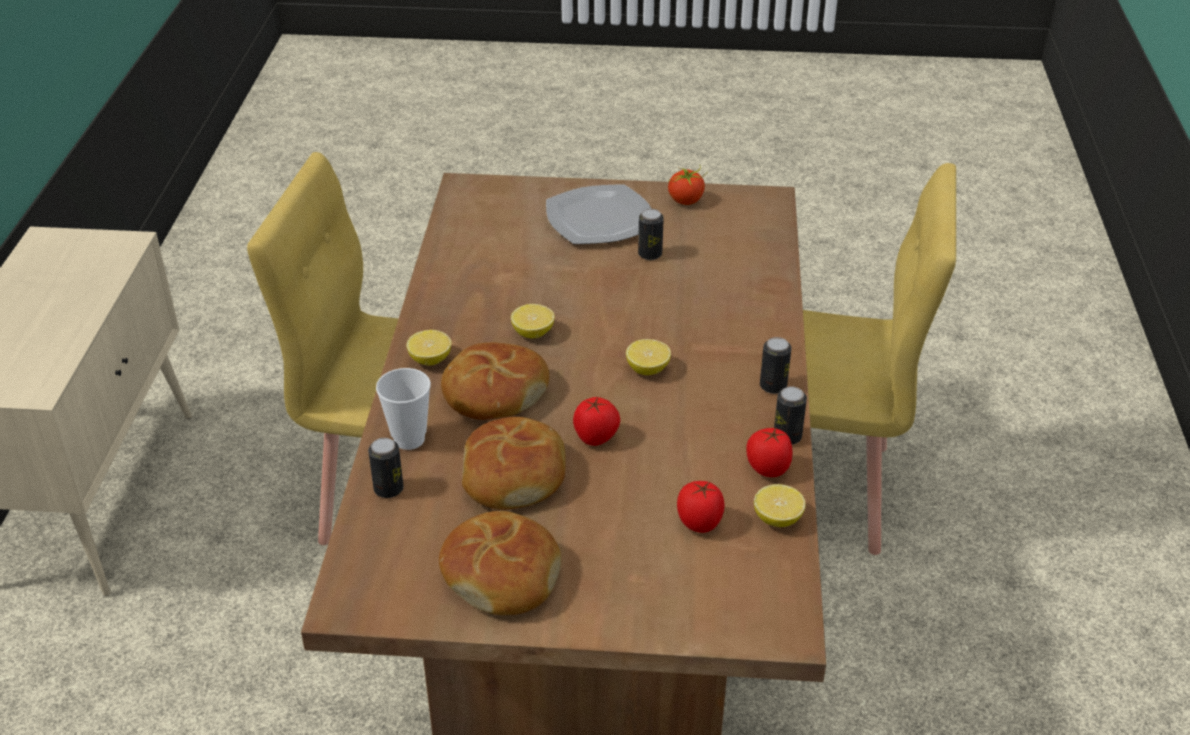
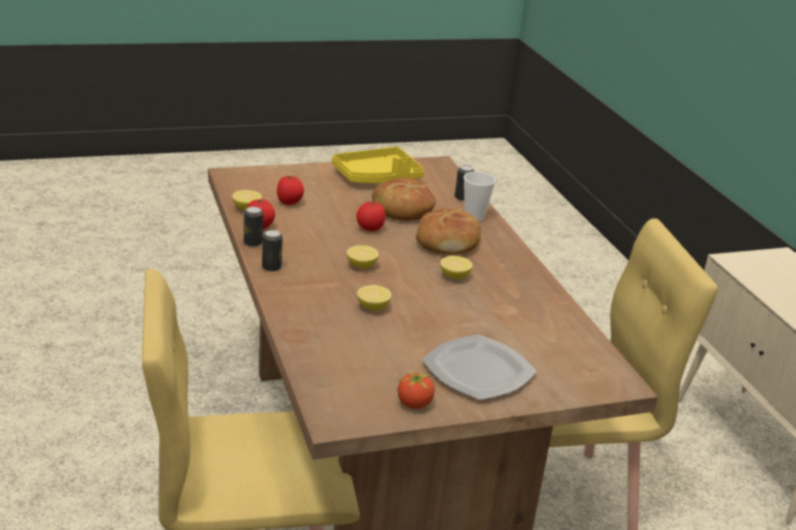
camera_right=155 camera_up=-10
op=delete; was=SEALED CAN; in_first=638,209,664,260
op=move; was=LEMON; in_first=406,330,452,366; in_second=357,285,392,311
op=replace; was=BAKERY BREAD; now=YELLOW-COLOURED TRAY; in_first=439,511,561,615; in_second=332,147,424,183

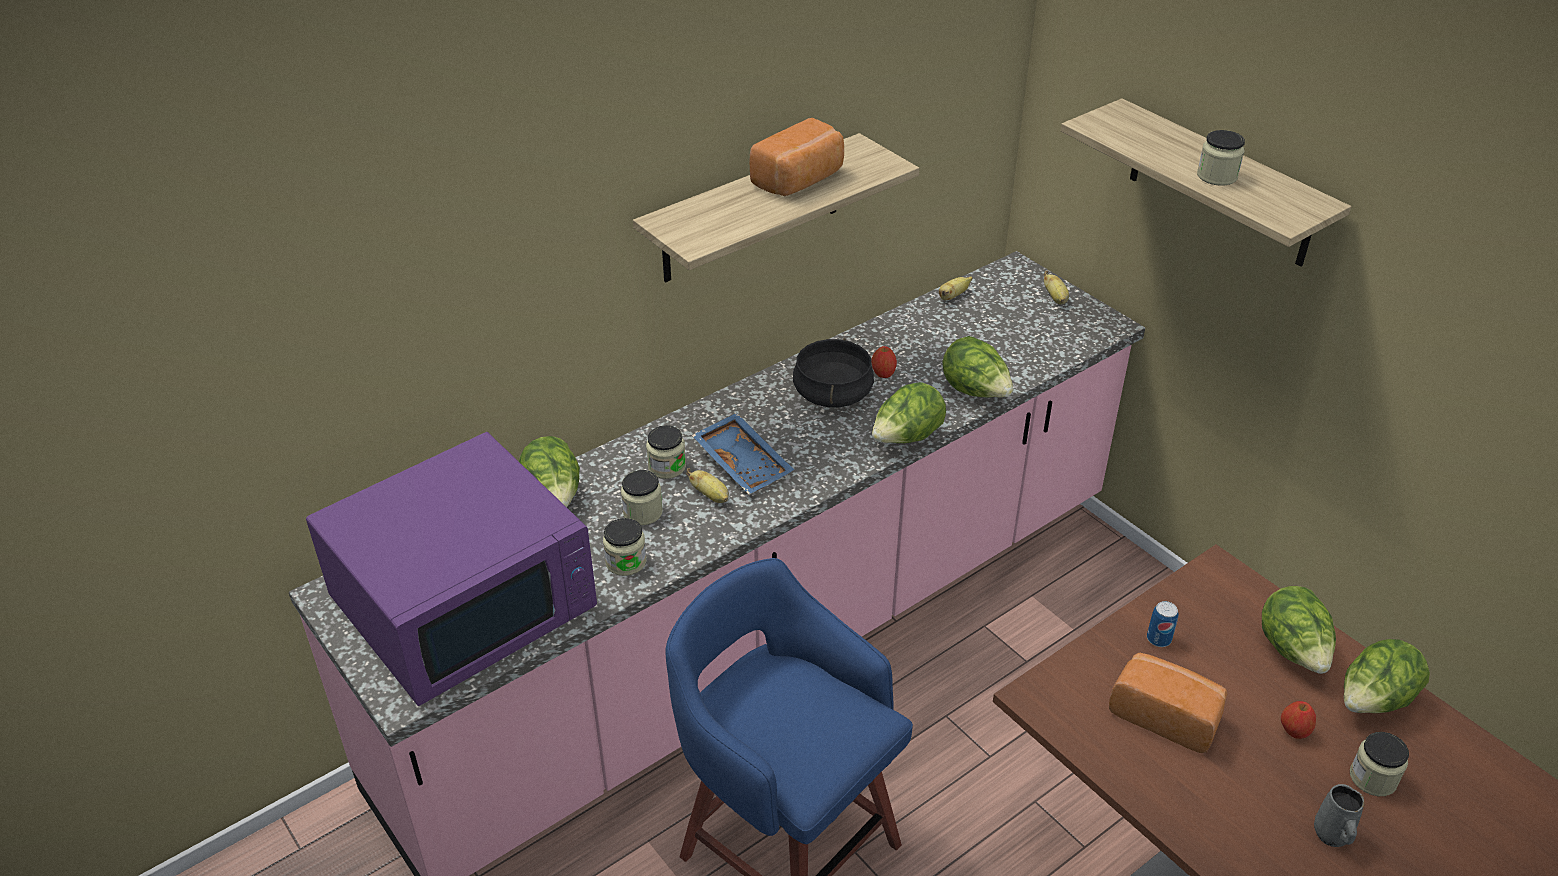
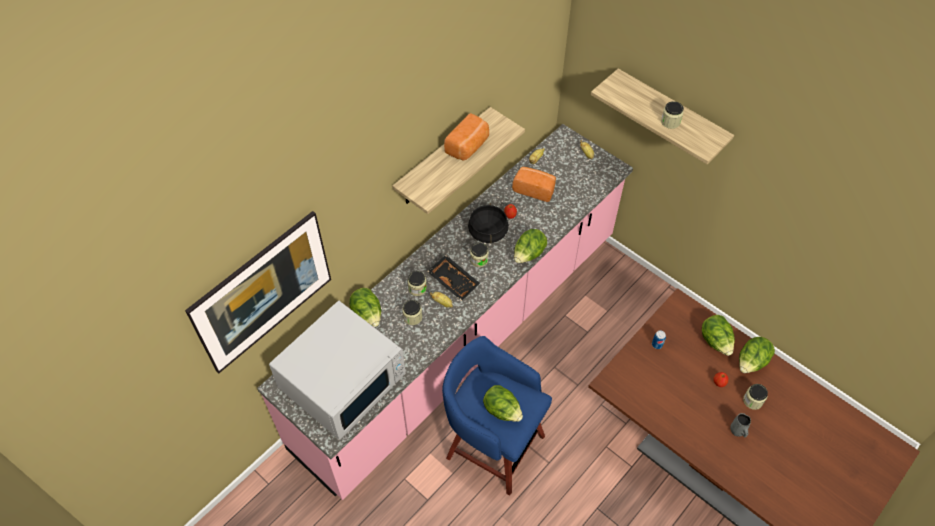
camera_right=-10 camera_up=15
op=move; was=HEAD OF LETTUCE; in_first=942,336,1013,398; in_second=483,385,523,422
op=recolor; was=BLUE TRAY; now=BLACK-COLOURED TRAY; in_first=692,413,794,494; in_second=427,255,480,301
op=recolor; was=PURPLISH MICROWAVE; now=WHITE MICROWAVE; in_first=306,432,597,706; in_second=269,301,406,440
op=move; was=PRESERVE JAR; in_first=603,518,647,576; in_second=470,243,489,267
op=move; was=BAKERY BREAD; in_first=1109,653,1228,753; in_second=512,167,556,202
op=insert; now=PICTURE; in_second=185,211,331,373

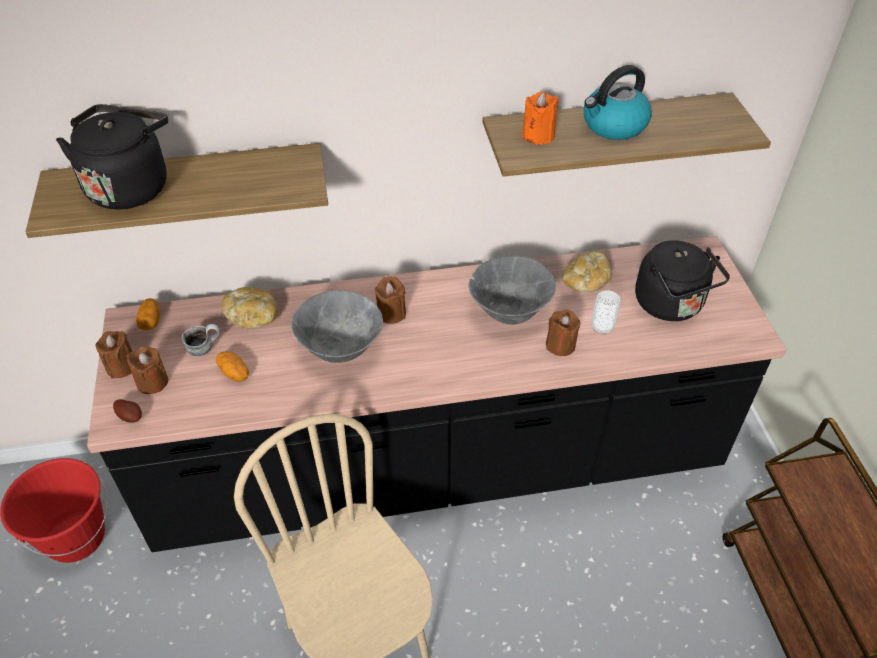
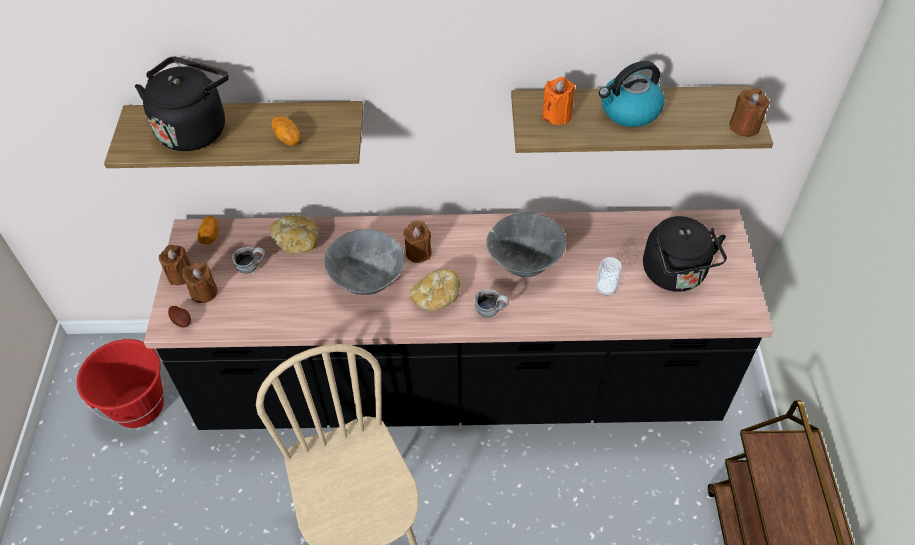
camera_right=10 camera_up=5
op=move; was=BAKERY BREAD; in_first=563,250,612,292; in_second=410,269,460,311
op=move; was=BROWN-COLOURED WAX CANDLE; in_first=546,310,581,356; in_second=729,89,770,137
op=move; was=WHOLE POTATO; in_first=216,351,249,382; in_second=271,116,301,146
op=insert; now=COFFEE MUG; in_second=475,289,509,317

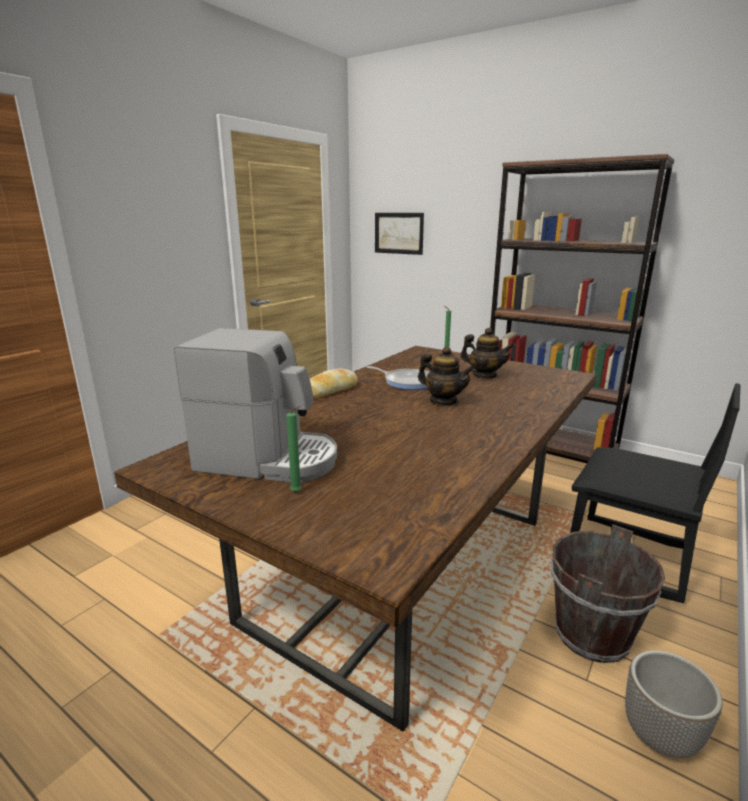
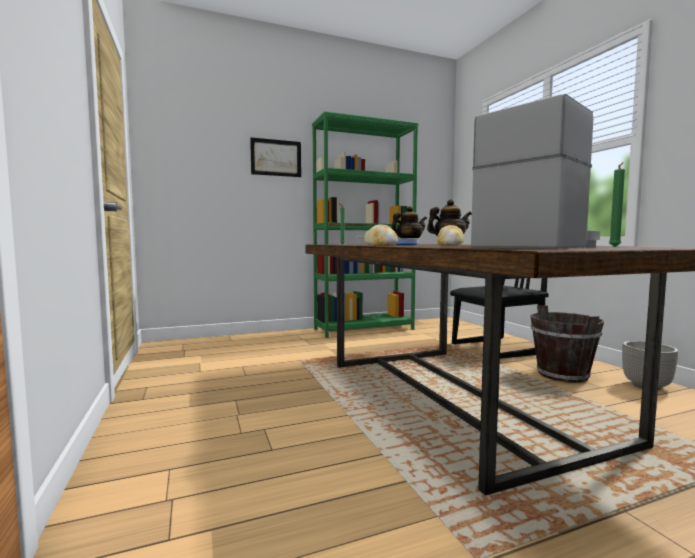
camera_right=-55 camera_up=-15
op=recolor; was=BROWN-COLOURED BOOKCASE; now=GREEN BOOKCASE; in_first=490,154,675,463; in_second=312,111,418,338
op=move; was=PICTURE; in_first=375,213,424,255; in_second=250,137,301,177
op=insert; now=BAKERY BREAD; in_second=437,225,464,246

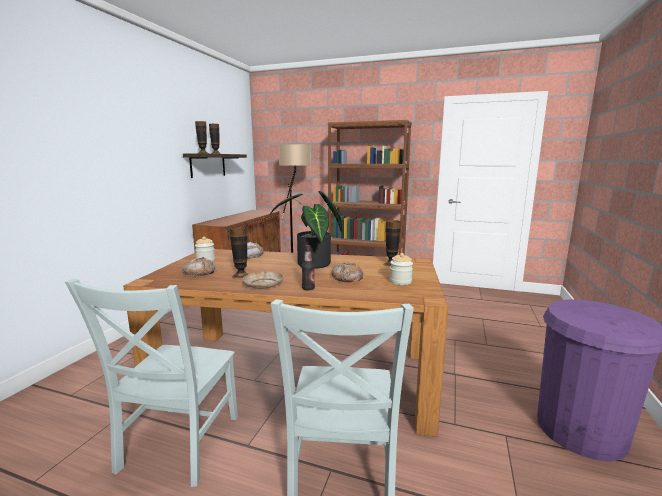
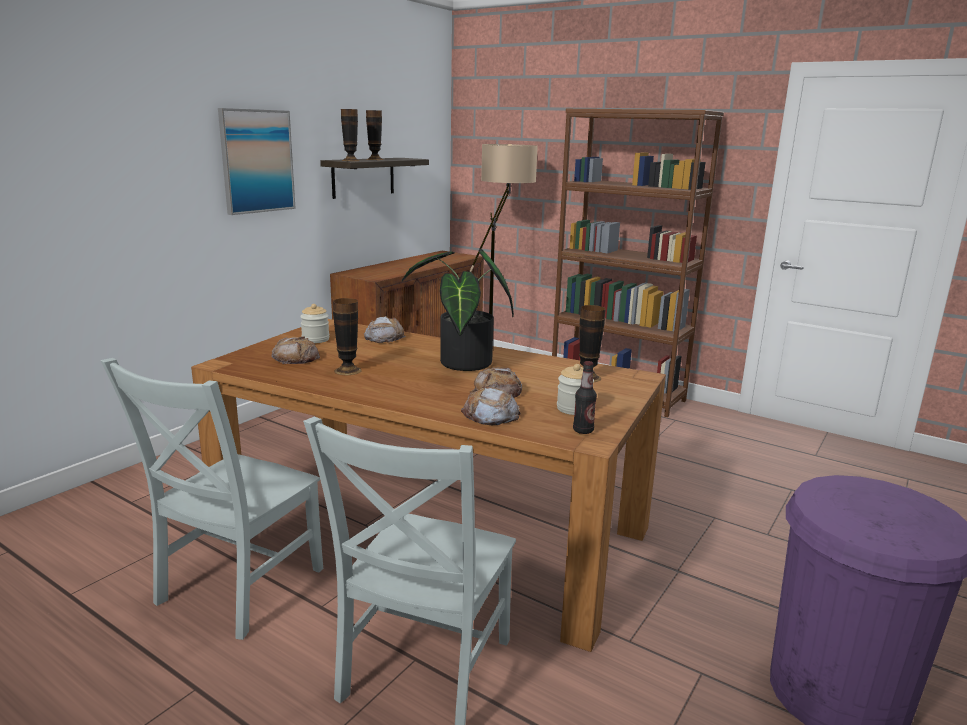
camera_right=15 camera_up=5
op=move; was=BEVERAGE BOTTLE; in_first=302,245,315,290; in_second=573,361,597,434
op=delete; was=BEIGE-COLOURED FLAT DISH; in_first=242,271,284,289
op=insert; now=PICTURE; in_second=218,108,296,215
op=insert; now=BAKERY BREAD; in_second=461,386,521,425

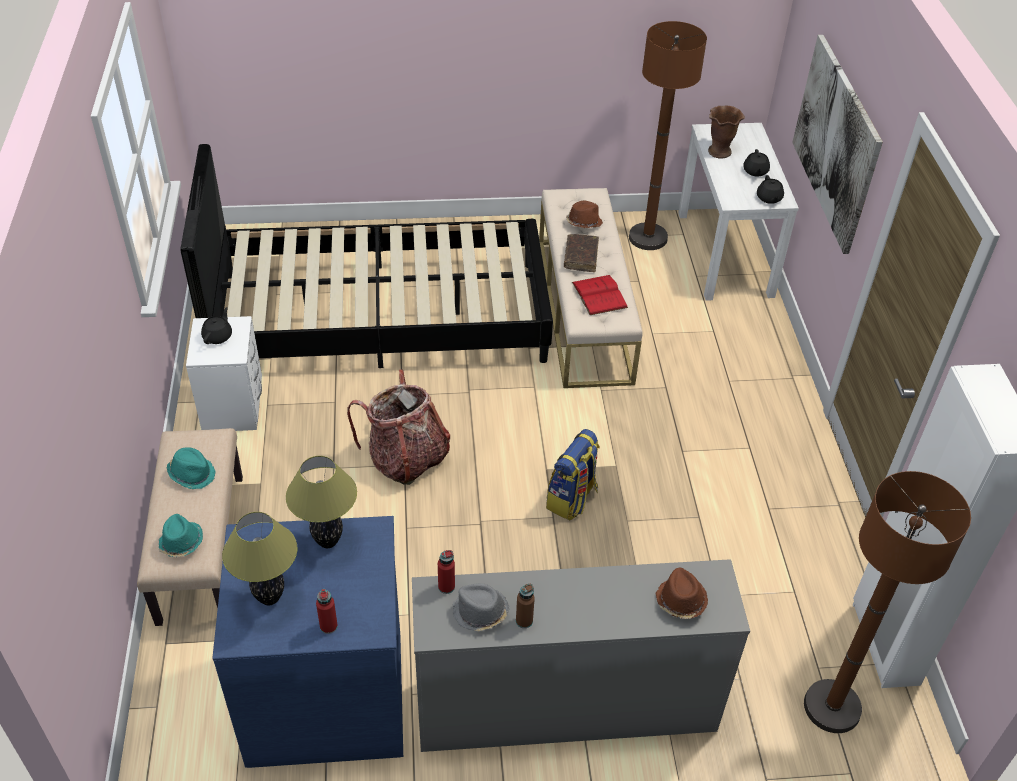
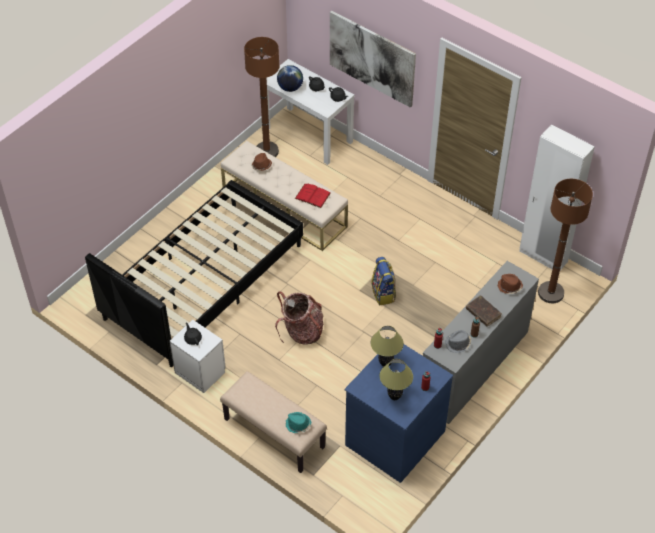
camera_right=-45 camera_up=5
op=replace; was=BROWN-COLOURED DECORATIVE VASE; now=GLOBE; in_first=708,106,745,159; in_second=277,65,303,92
op=move; was=BROWN-COLOURED BOOK; in_first=564,234,599,272; in_second=466,295,502,326
op=delete; was=BLUE-GREEN CLOTHING HAT; in_first=167,447,216,489

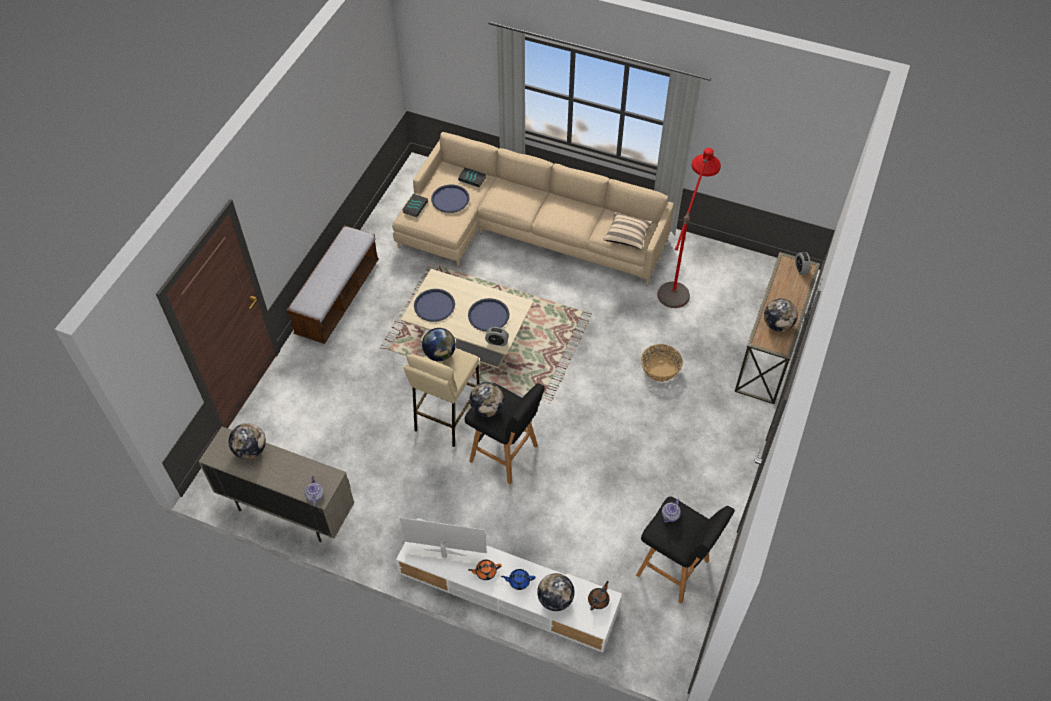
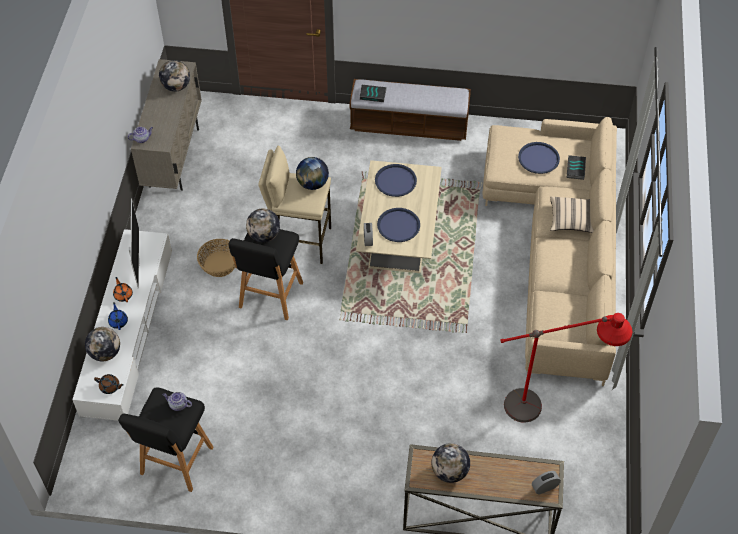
camera_right=75 camera_up=0
op=move; was=BOOK; in_first=402,193,428,217; in_second=360,85,387,102
op=move; was=BEIGE-COLOURED THROW PILLOW; in_first=603,212,652,250; in_second=550,196,594,233
op=move; was=BASKET; in_first=641,344,683,382; in_second=197,239,236,277

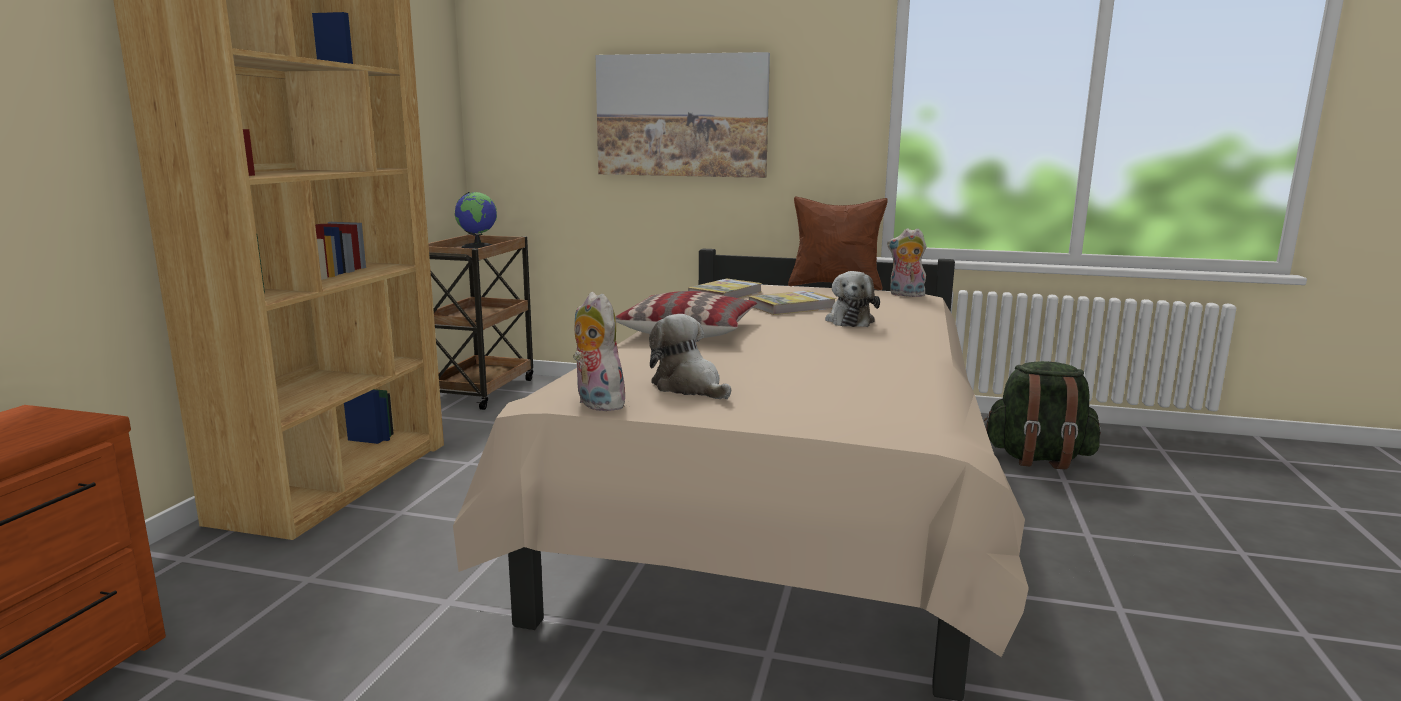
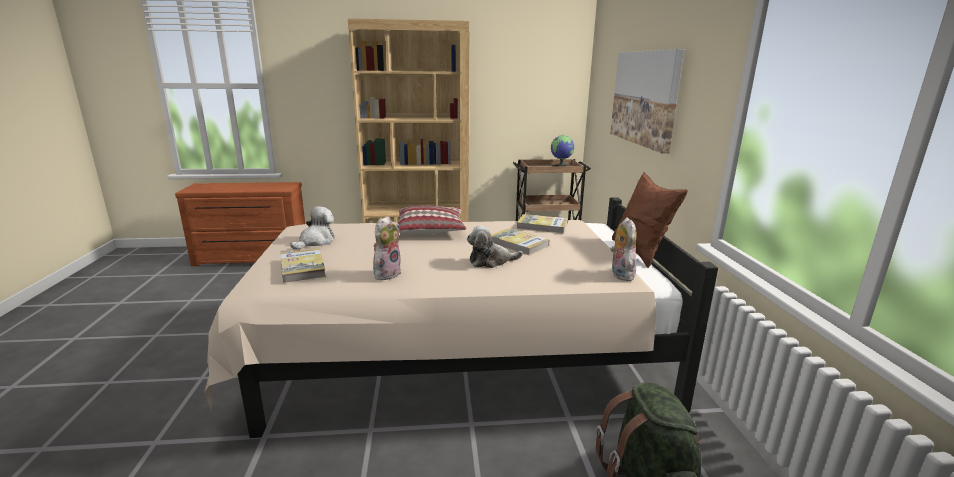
camera_right=70 camera_up=5
op=move; was=CUDDLY TOY; in_first=573,292,627,411; in_second=373,216,401,280
op=insert; now=BOOK; in_second=280,248,326,283

